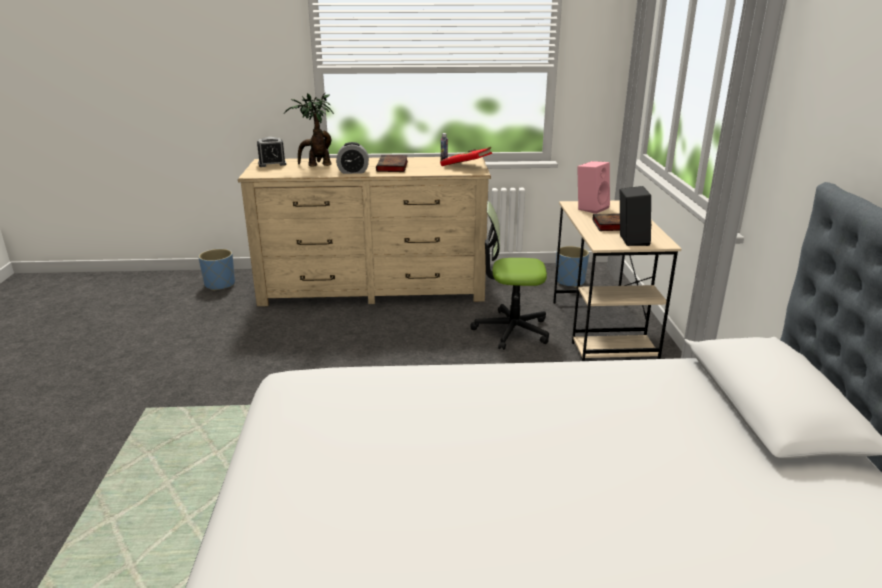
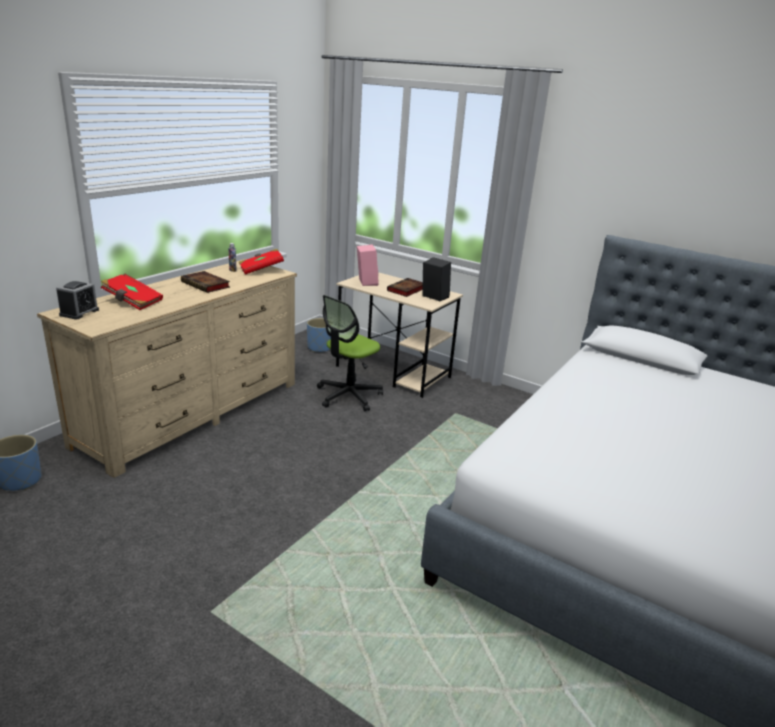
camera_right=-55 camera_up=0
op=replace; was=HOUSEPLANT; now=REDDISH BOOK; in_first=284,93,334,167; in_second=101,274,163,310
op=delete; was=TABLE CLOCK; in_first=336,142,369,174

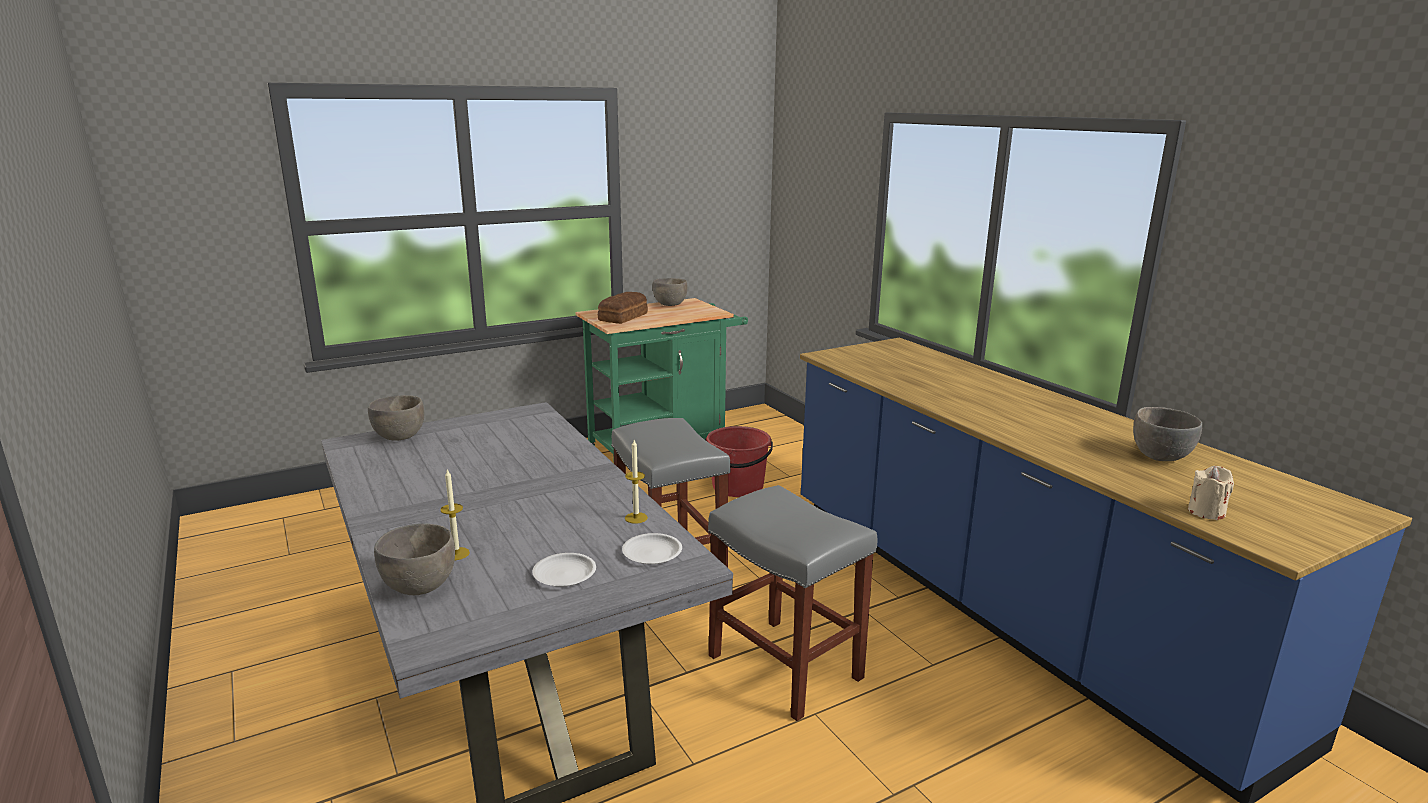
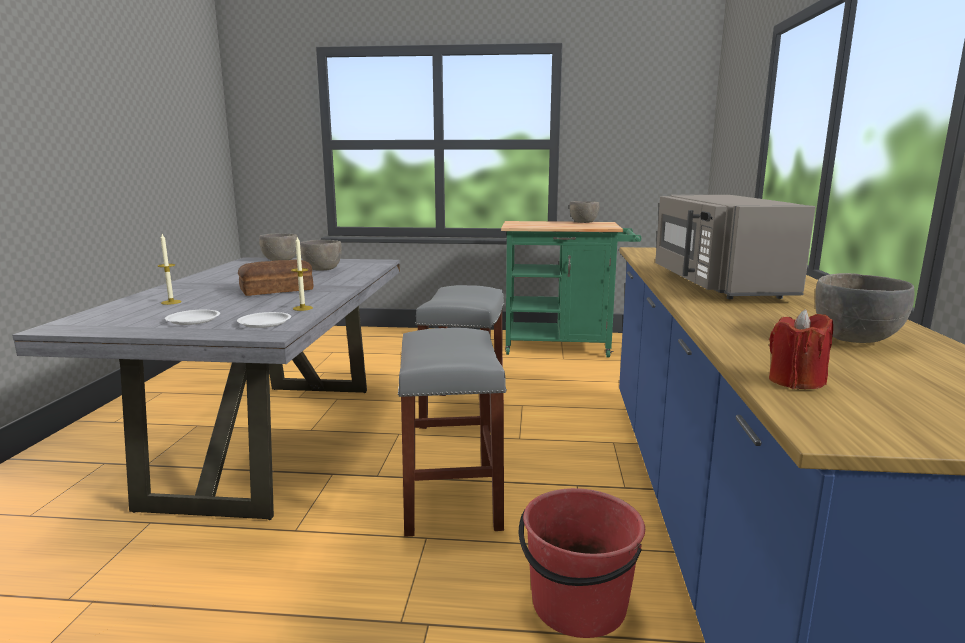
camera_right=35 camera_up=-5
op=move; was=BAKERY BREAD; in_first=598,292,648,324; in_second=238,260,313,296
op=move; was=REDDISH WATER BUCKET; in_first=705,426,773,497; in_second=519,488,645,638
op=recolor; was=BEIGE-COLOURED WAX CANDLE; now=REDDISH WAX CANDLE; in_first=1188,466,1234,520; in_second=769,309,833,389
op=move; was=GREYISH DEEP DISH; in_first=374,523,455,595; in_second=300,240,342,271
op=insert; now=GREYISH MICROWAVE; in_second=655,195,815,299

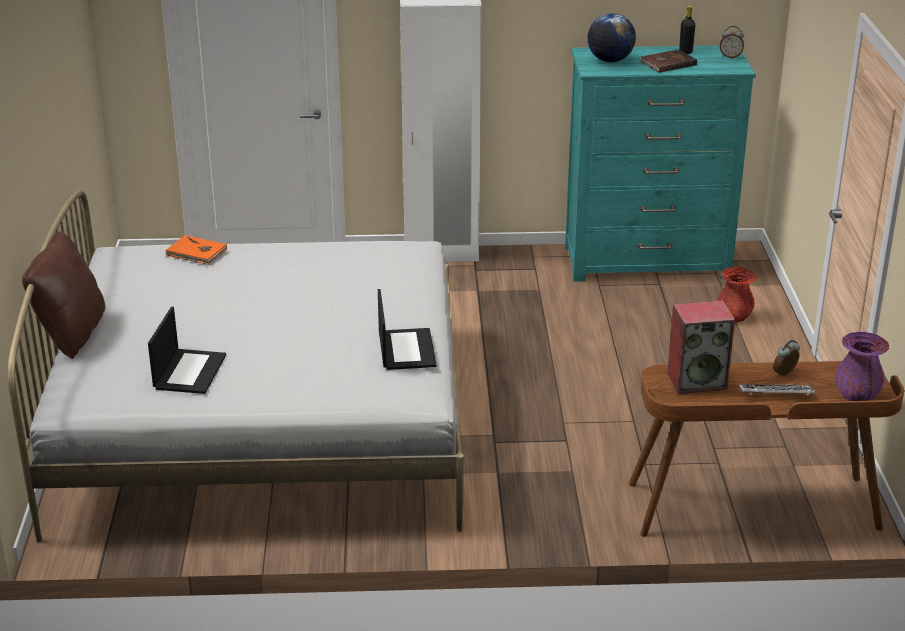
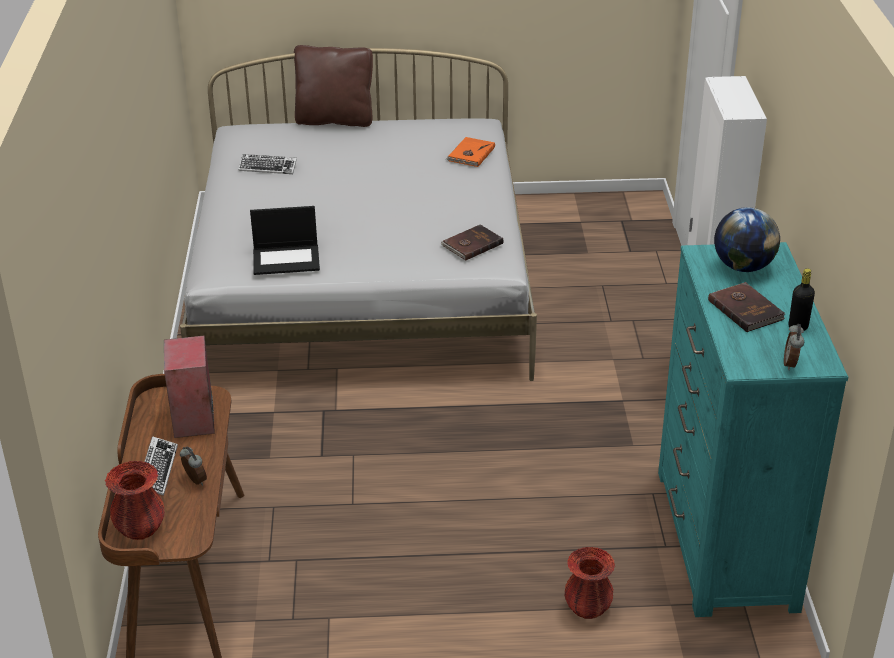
camera_right=90 camera_up=5
op=replace; was=LAPTOP; now=KEYBOARD; in_first=148,307,226,394; in_second=239,154,297,174
op=recolor; was=PURPLISH DECORATIVE VASE; now=REDDISH DECORATIVE VASE; in_first=835,332,890,401; in_second=105,461,165,540
op=insert; now=BROWN-COLOURED BOOK; in_second=440,225,503,261

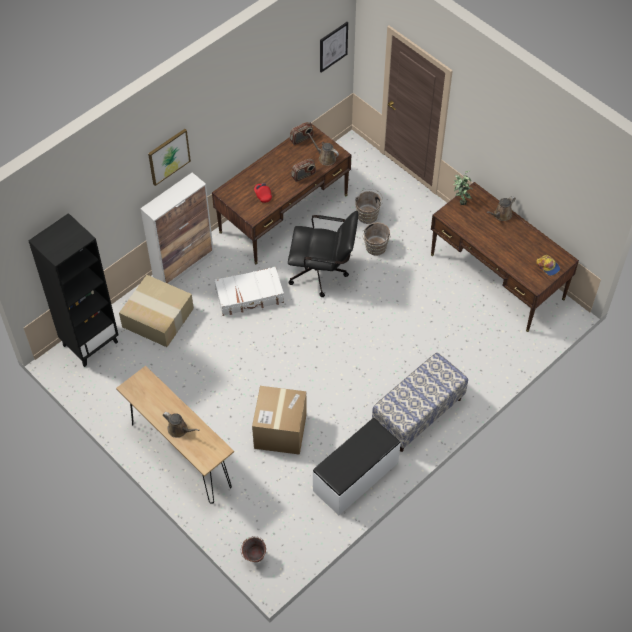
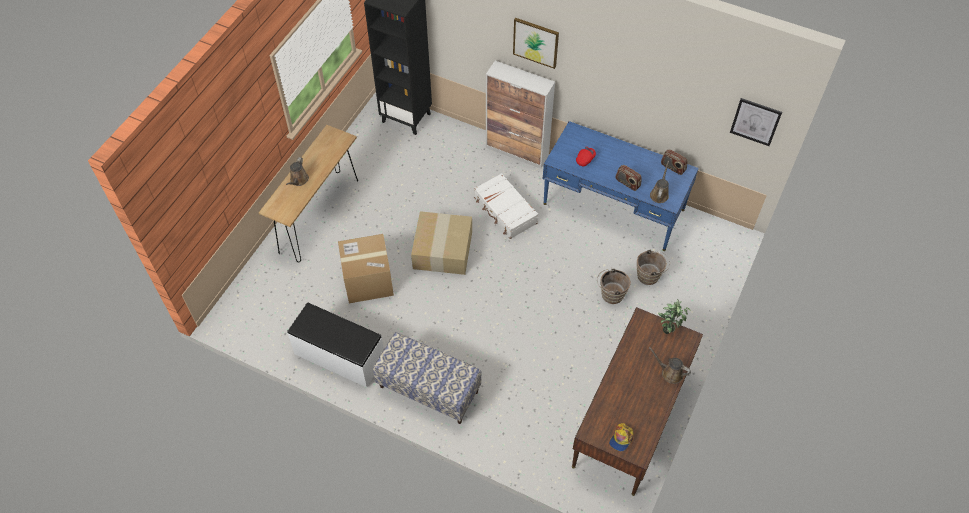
camera_right=70 camera_up=0
op=recolor; was=BROWN-COLOURED DESK UNIT; now=BLUE DESK UNIT; in_first=212,124,351,264; in_second=543,121,698,251
op=delete; was=BLACK-COLOURED COMPUTER CHAIR; in_first=288,211,358,297
op=move; was=CARDBOARD BOX; in_first=119,275,194,347; in_second=411,211,472,275
op=delete; was=WATER BUCKET; in_first=241,536,266,562

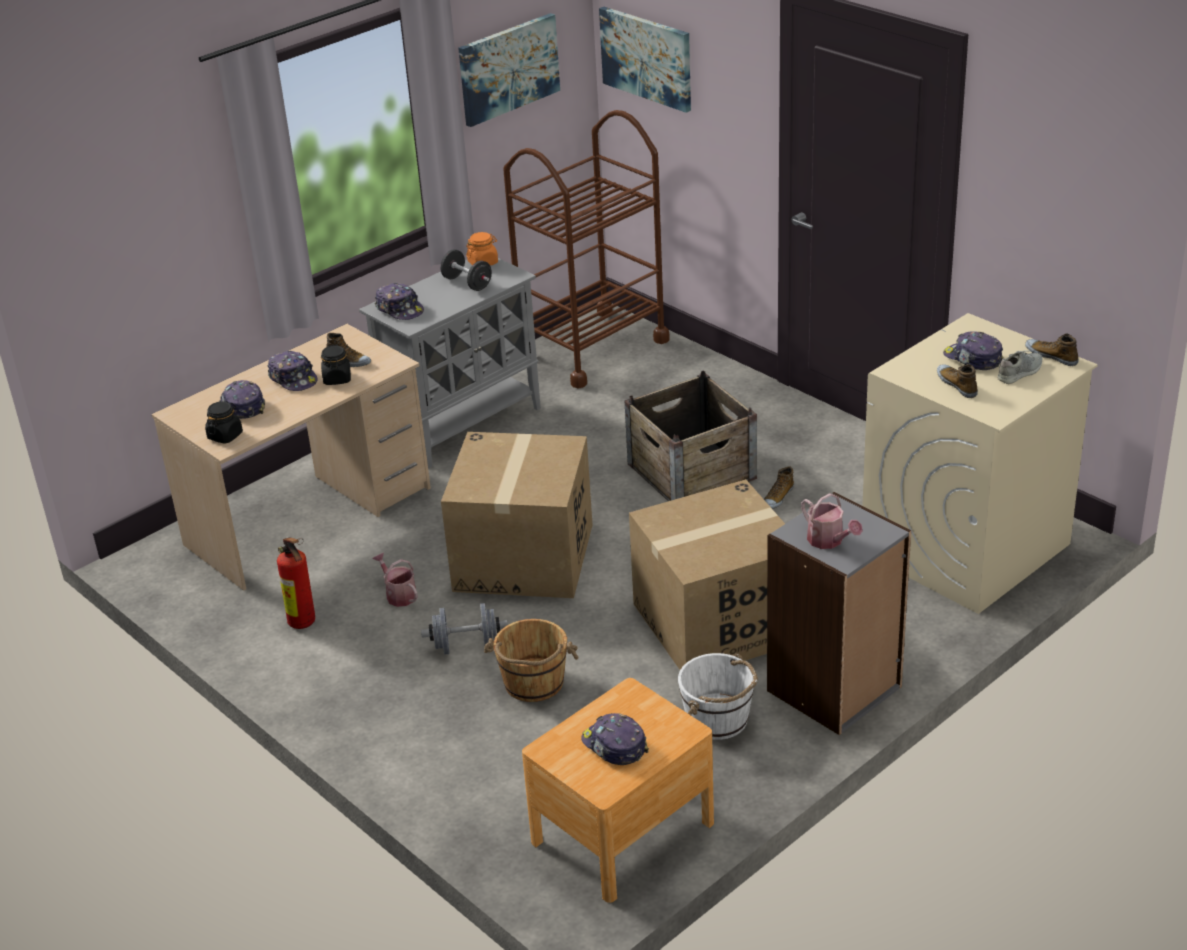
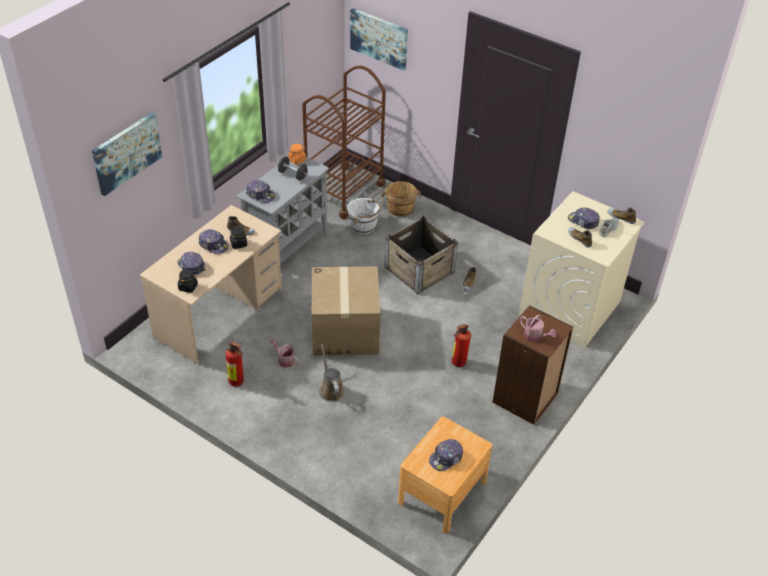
camera_right=-15 camera_up=10
op=move; was=PICTURE; in_first=458,13,560,127; in_second=92,112,162,196
op=replace; was=CARDBOARD BOX; now=FIRE-FIGHTING CYLINDER; in_first=629,479,785,670; in_second=452,324,471,367
op=recolor; was=GREYISH BOOKCASE; now=BROWN-COLOURED BOOKCASE; in_first=767,492,911,735; in_second=493,305,573,425
op=replace; was=GREYISH FREE WEIGHT; now=BROWN-COLOURED WATERING CAN; in_first=421,603,508,655; in_second=319,344,344,402
op=move; was=BROWN-COLOURED WATER BUCKET; in_first=484,619,579,702; in_second=380,181,421,217
op=move; was=WHITE WATER BUCKET; in_first=678,653,758,740; in_second=347,198,381,234
op=rotate; was=CAP; in_first=581,713,649,765; in_second=429,439,463,471; clockwise=-75

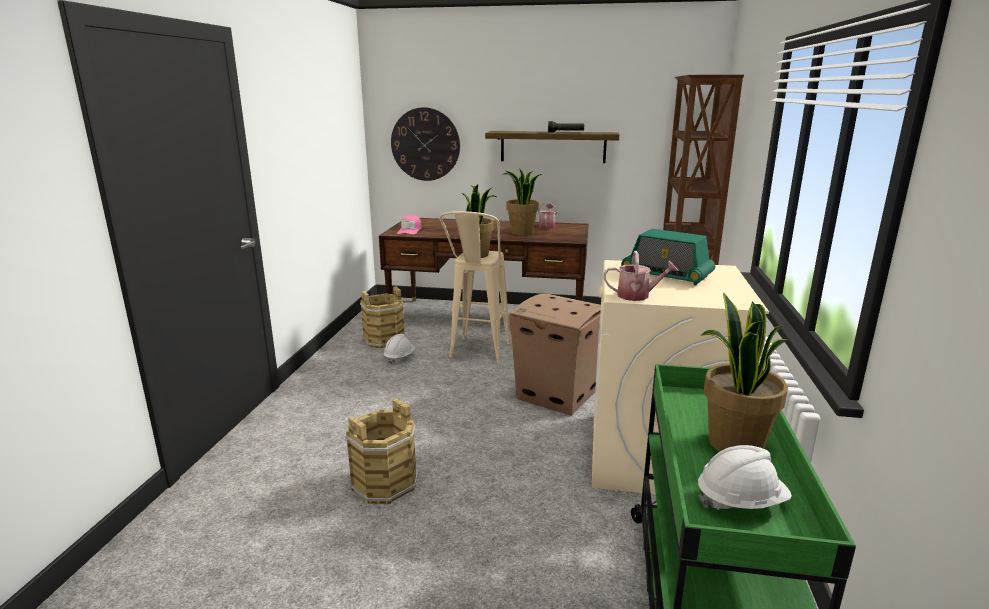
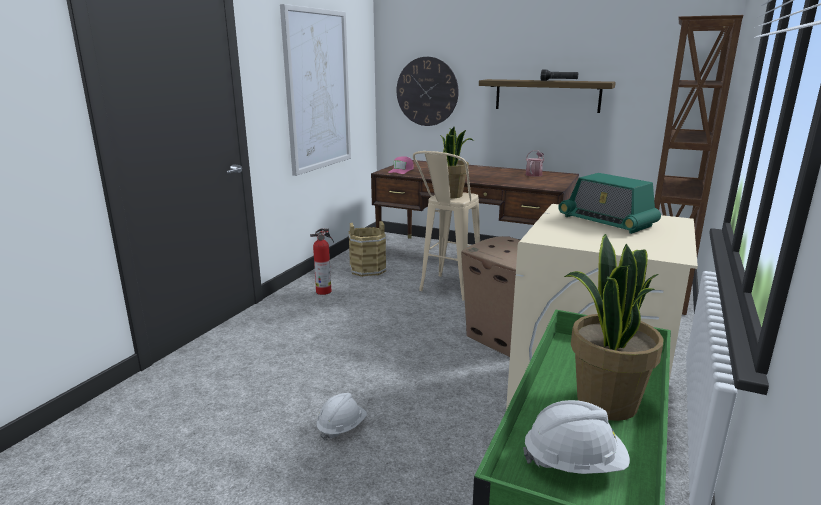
camera_right=15 camera_up=0
op=delete; was=HOUSEPLANT; in_first=502,168,542,235
op=delete; was=WATERING CAN; in_first=604,251,678,301
op=move; was=WHITE SAFETY HELMET; in_first=384,334,415,364; in_second=317,393,367,441
op=delete; was=BROWN-COLOURED WATER BUCKET; in_first=345,399,419,504
op=insert; now=PICTURE; in_second=280,4,351,176
op=insert; now=FIRE-FIGHTING CYLINDER; in_second=310,228,334,295

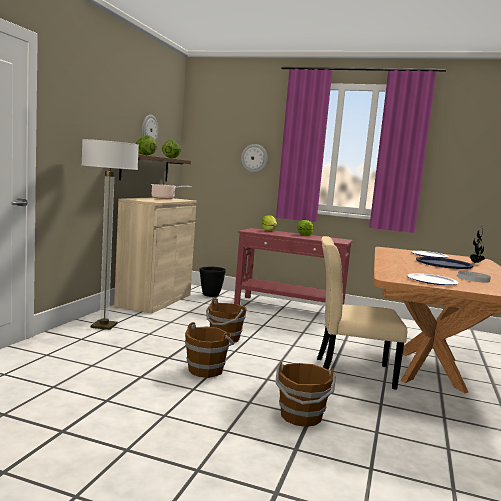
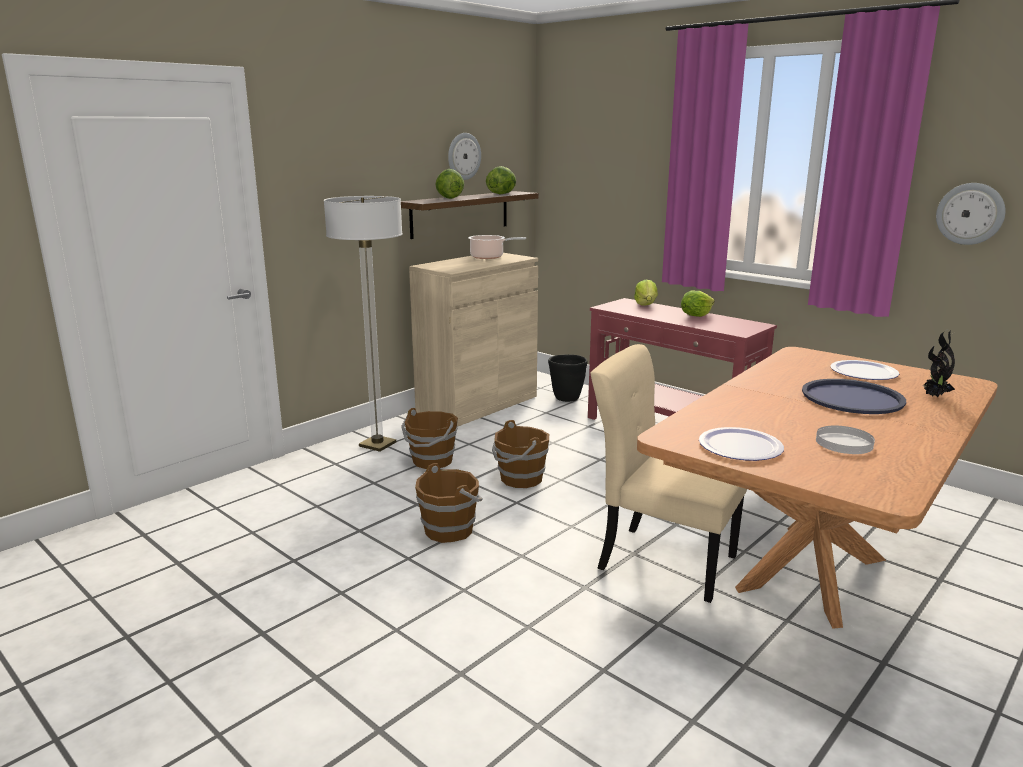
camera_right=25 camera_up=10
op=move; was=CLOCK ON THE WALL; in_first=241,144,268,173; in_second=936,183,1006,245
op=move; was=BROWN-COLOURED WATER BUCKET; in_first=275,361,336,427; in_second=401,408,458,469

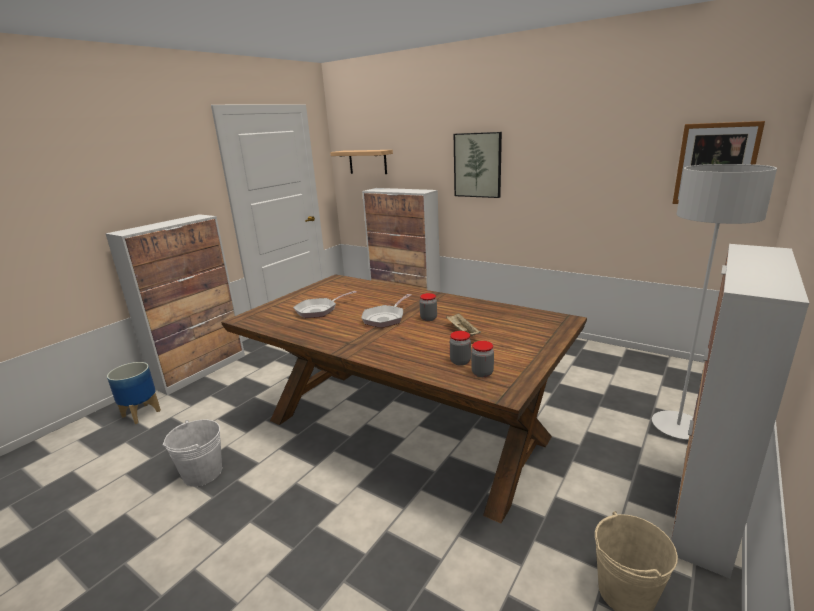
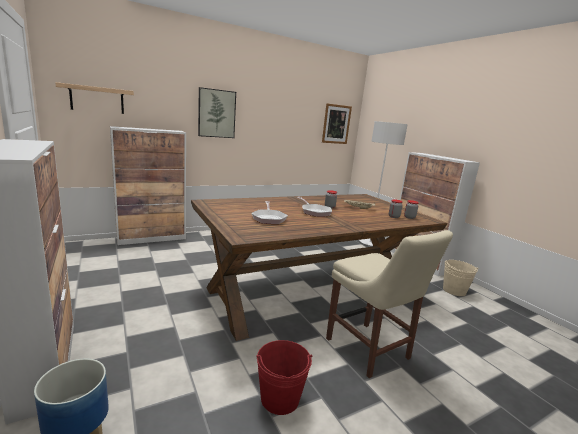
camera_right=-65 camera_up=-5
op=recolor; was=WHITE WATER BUCKET; now=REDDISH WATER BUCKET; in_first=163,420,222,487; in_second=256,340,312,415
op=insert; now=BEIGE-COLOURED CHAIR; in_second=326,230,453,378

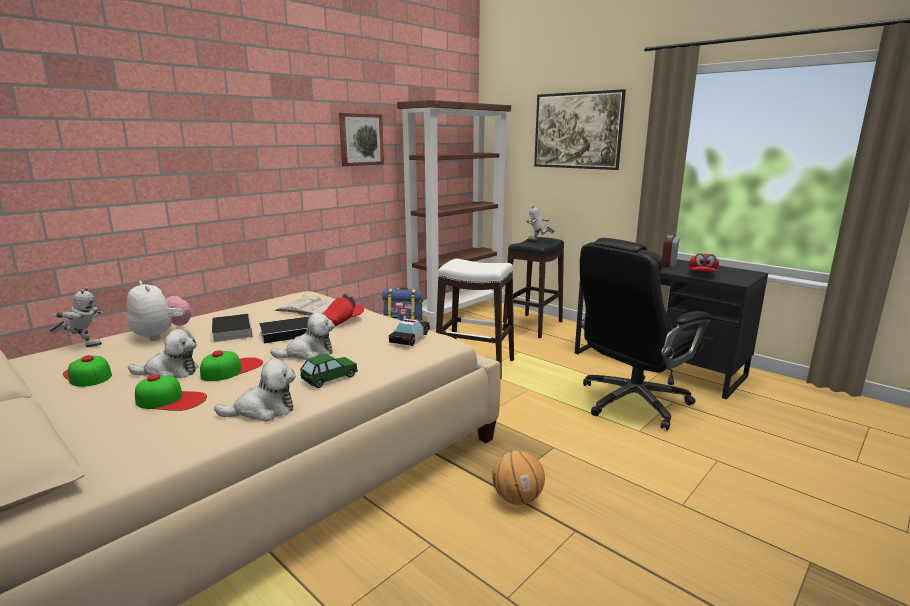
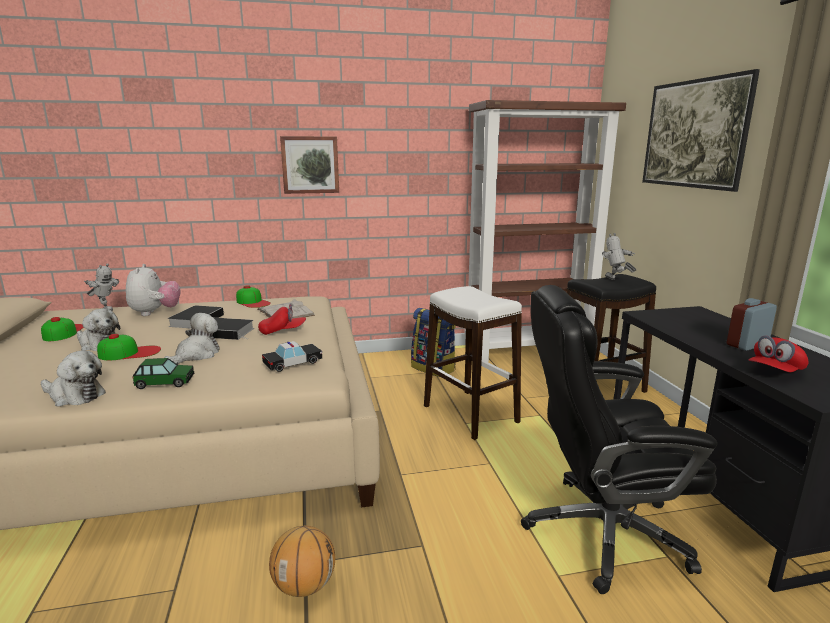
camera_right=35 camera_up=0
op=move; was=PICTURE; in_first=339,113,384,166; in_second=280,136,339,194
op=rotate; was=CUDDLY TOY; in_first=270,312,335,360; in_second=164,313,220,364; clockwise=-75
op=move; was=CAP; in_first=135,374,207,411; in_second=236,285,271,308

